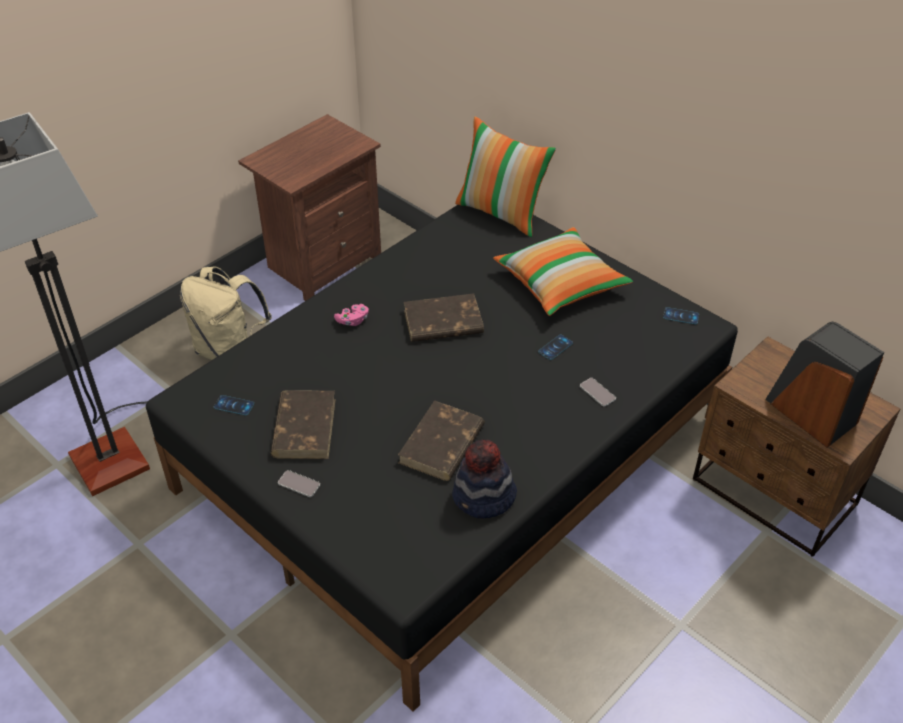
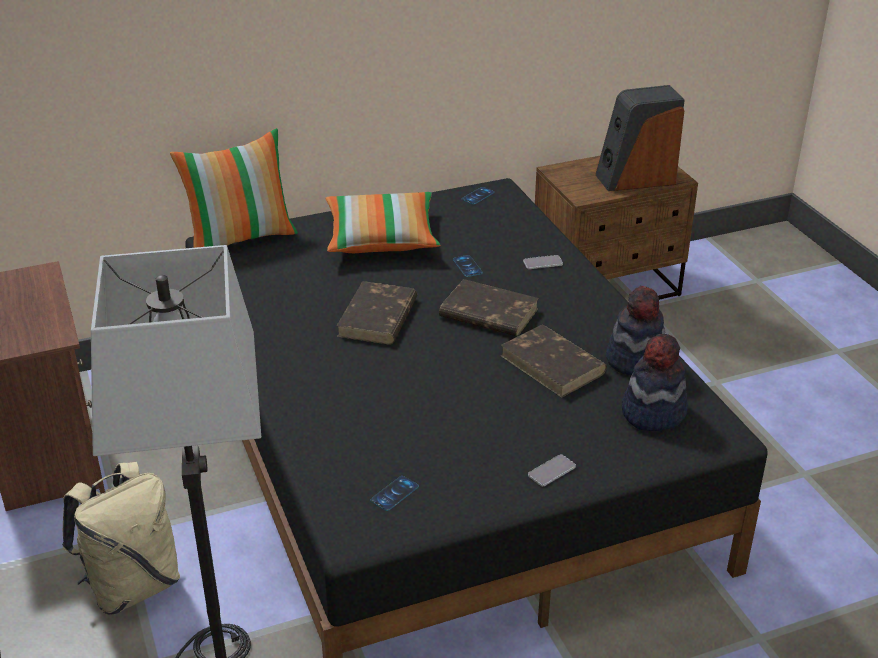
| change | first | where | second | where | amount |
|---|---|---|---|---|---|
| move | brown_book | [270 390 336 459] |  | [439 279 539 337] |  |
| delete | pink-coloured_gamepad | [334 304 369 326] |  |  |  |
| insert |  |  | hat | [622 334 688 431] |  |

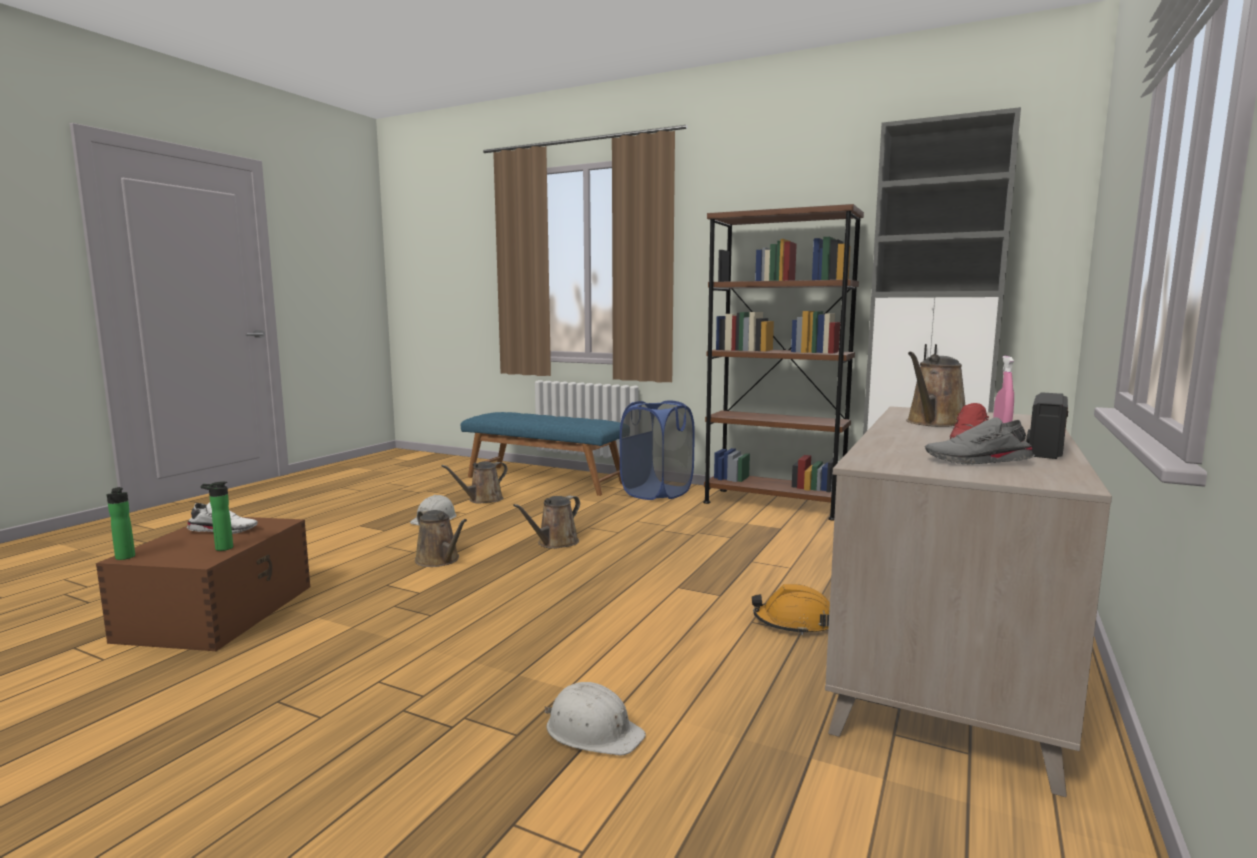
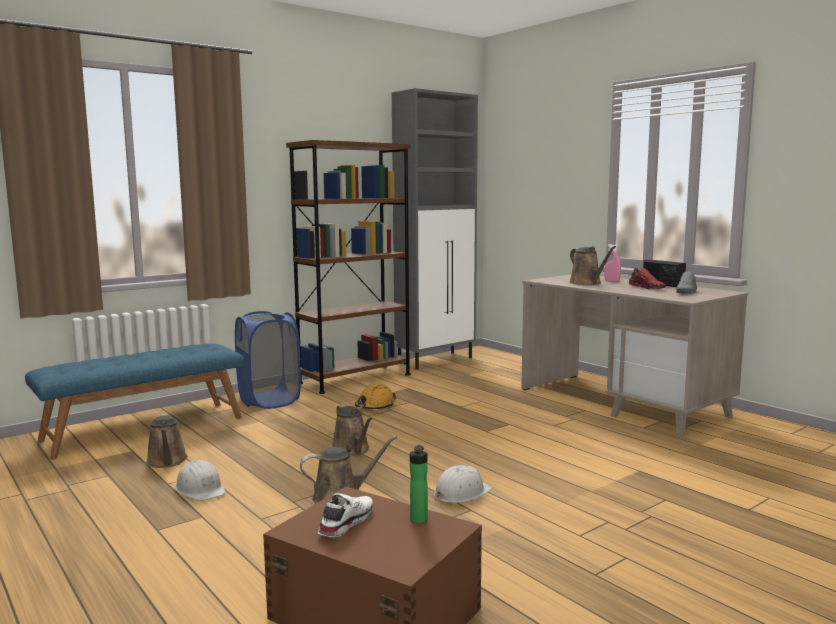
| change | first | where | second | where | amount |
|---|---|---|---|---|---|
| delete | beverage_bottle | [107 487 135 560] |  |  |  |
| move | whitish_hard_hat | [545 682 646 756] |  | [434 465 492 503] |  |
| move | orange-coloured_hard_hat | [751 584 830 635] |  | [355 383 396 409] |  |

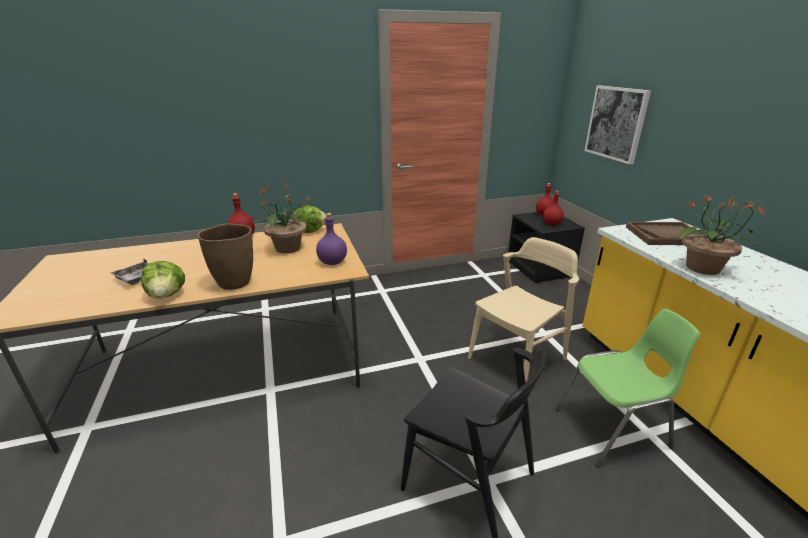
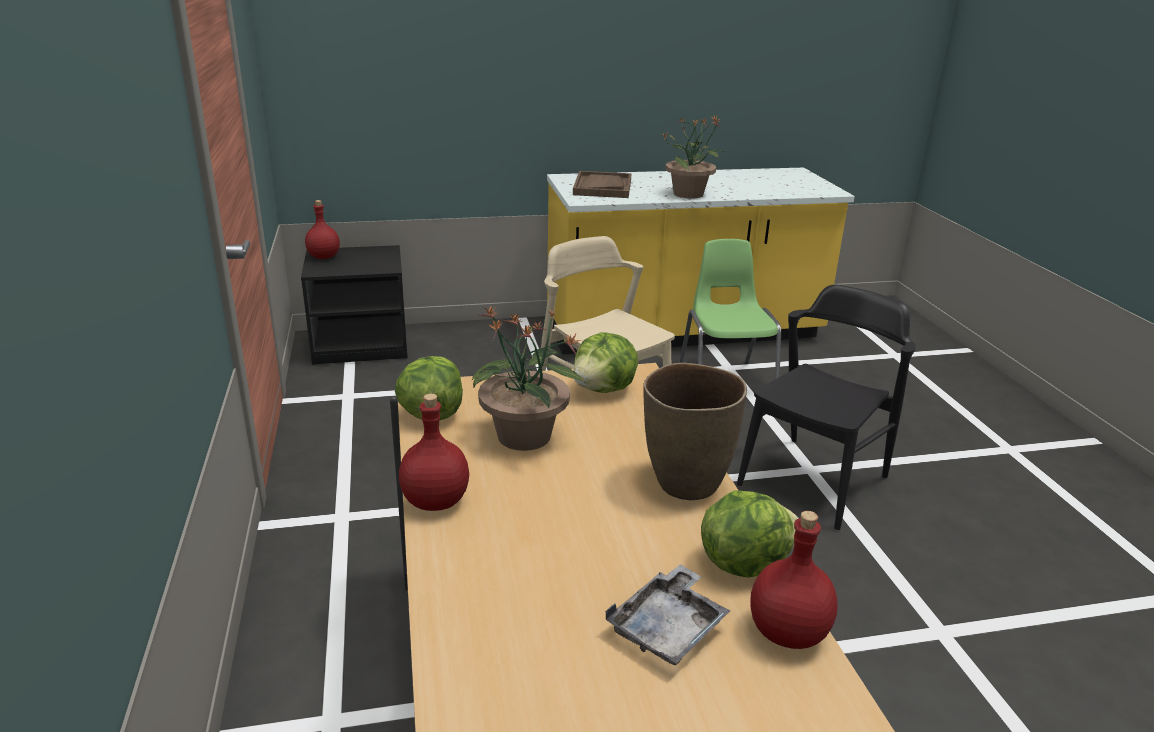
| change | first | where | second | where | amount |
|---|---|---|---|---|---|
| replace | purplish_beverage_bottle | [316 213 347 265] | head_of_lettuce | [573 332 638 393] |  |
| move | reddish_beverage_bottle | [543 191 564 225] |  | [750 511 838 649] |  |
| delete | wall_art | [585 85 651 164] |  |  |  |

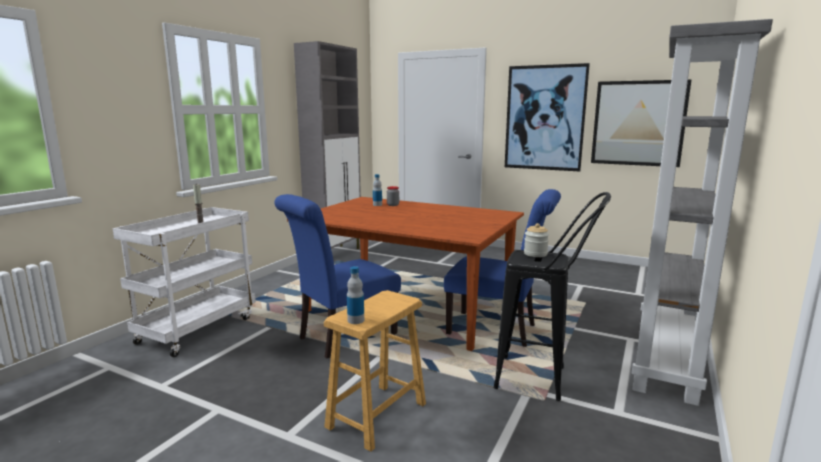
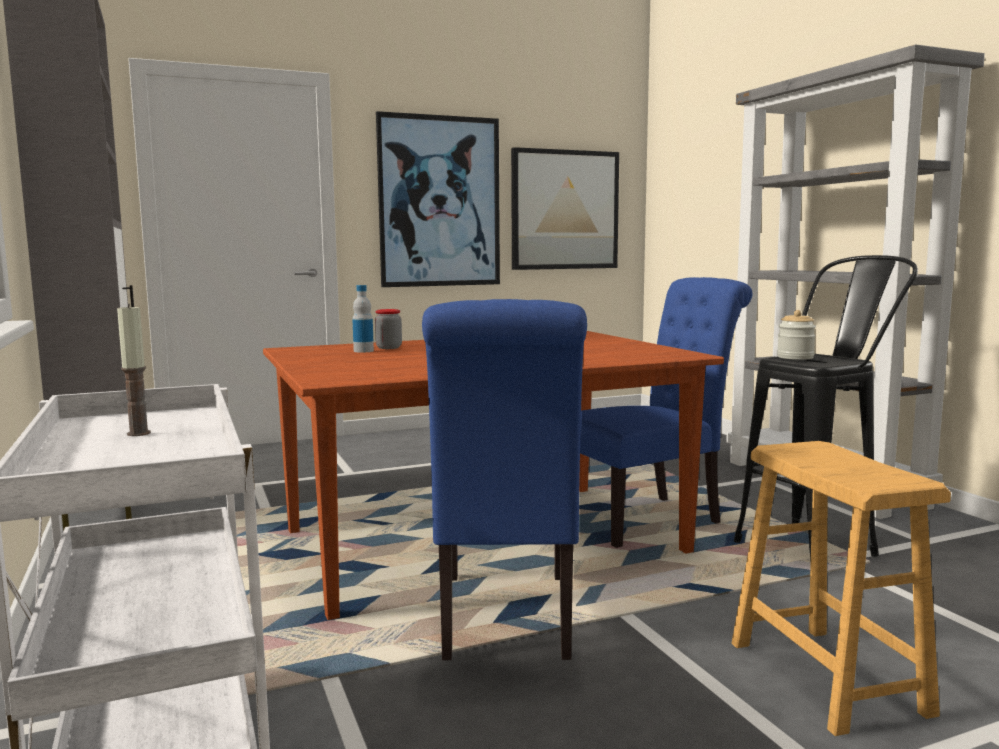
| change | first | where | second | where | amount |
|---|---|---|---|---|---|
| delete | beverage_bottle | [347 266 364 324] |  |  |  |

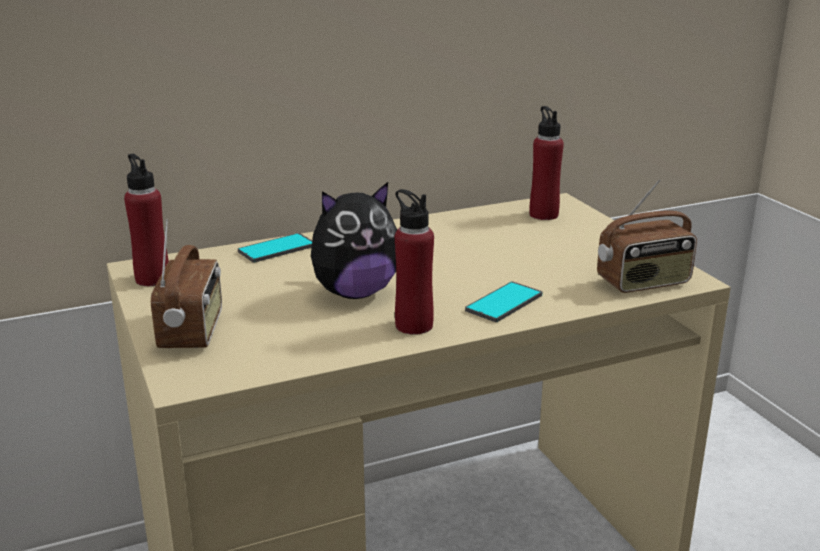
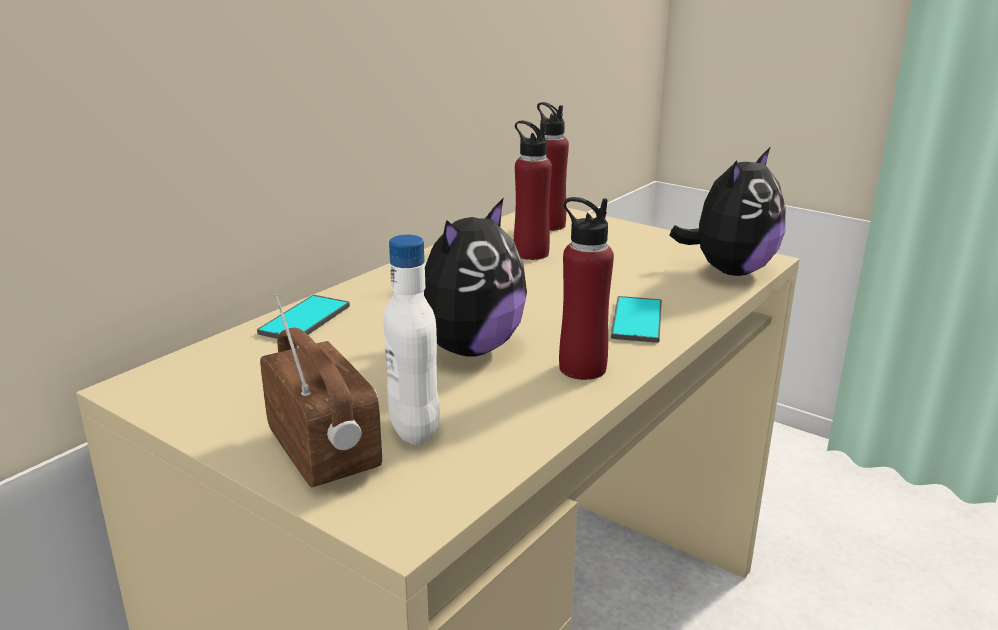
| change | first | where | second | where | amount |
|---|---|---|---|---|---|
| move | reddish_beverage_bottle | [124 154 169 286] |  | [514 121 552 260] |  |
| replace | radio_receiver | [597 179 697 293] | cuddly_toy | [669 146 785 276] |  |
| insert |  |  | whitish_beverage_bottle | [384 235 440 445] |  |

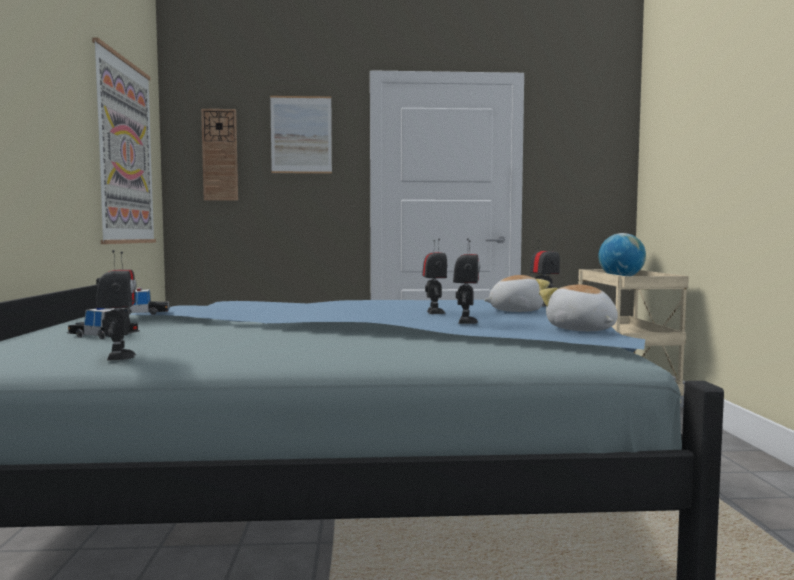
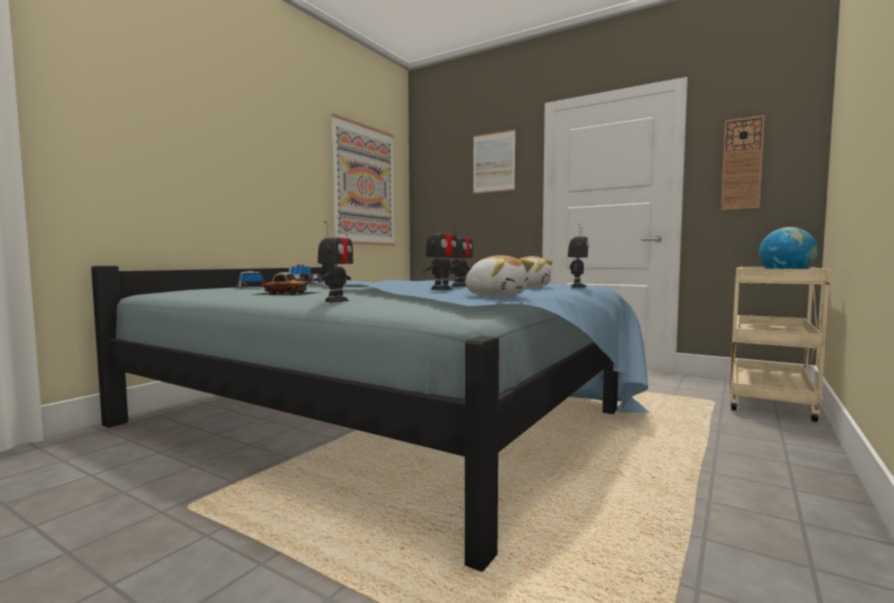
| change | first | where | second | where | amount |
|---|---|---|---|---|---|
| move | model_robot | [96 250 136 361] |  | [318 221 353 302] |  |
| move | wall_clock | [201 109 238 201] |  | [721 115 765 210] |  |
| rotate | cuddly_toy | [539 284 618 331] |  | [466 255 534 297] | 120 degrees clockwise |
| insert |  |  | miniature_car | [251 272 321 296] |  |

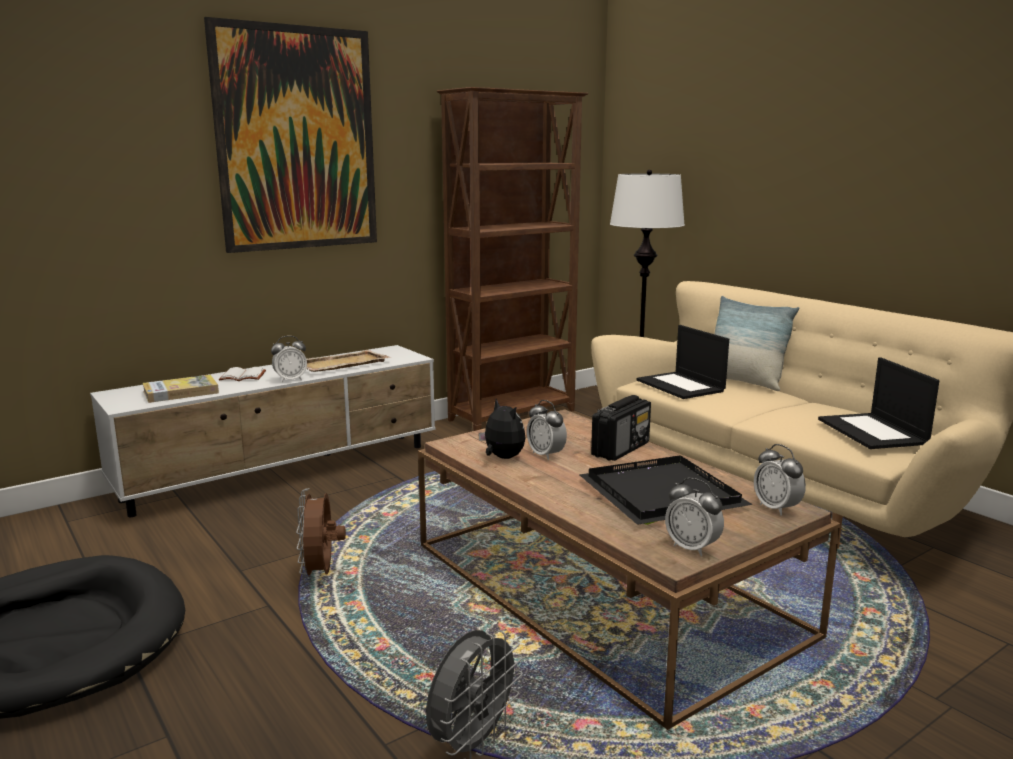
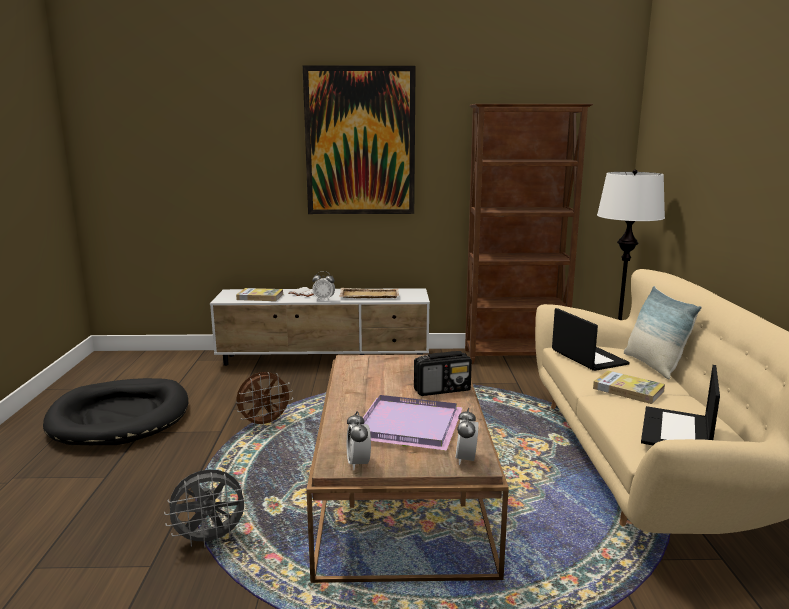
| change | first | where | second | where | amount |
|---|---|---|---|---|---|
| rotate | brown_electric_fan | [296 488 346 582] |  | [236 372 293 428] | 150 degrees counterclockwise |
| delete | cuddly_toy | [479 399 526 459] |  |  |  |
| delete | alarm_clock | [527 400 567 460] |  |  |  |
| recolor | black_carrying_tray | [579 455 753 525] | purplish_carrying_tray | [363 395 463 451] |  |
| rotate | laptop | [637 325 729 399] |  | [552 308 630 371] | 150 degrees clockwise |
| insert |  |  | book | [593 371 665 404] |  |

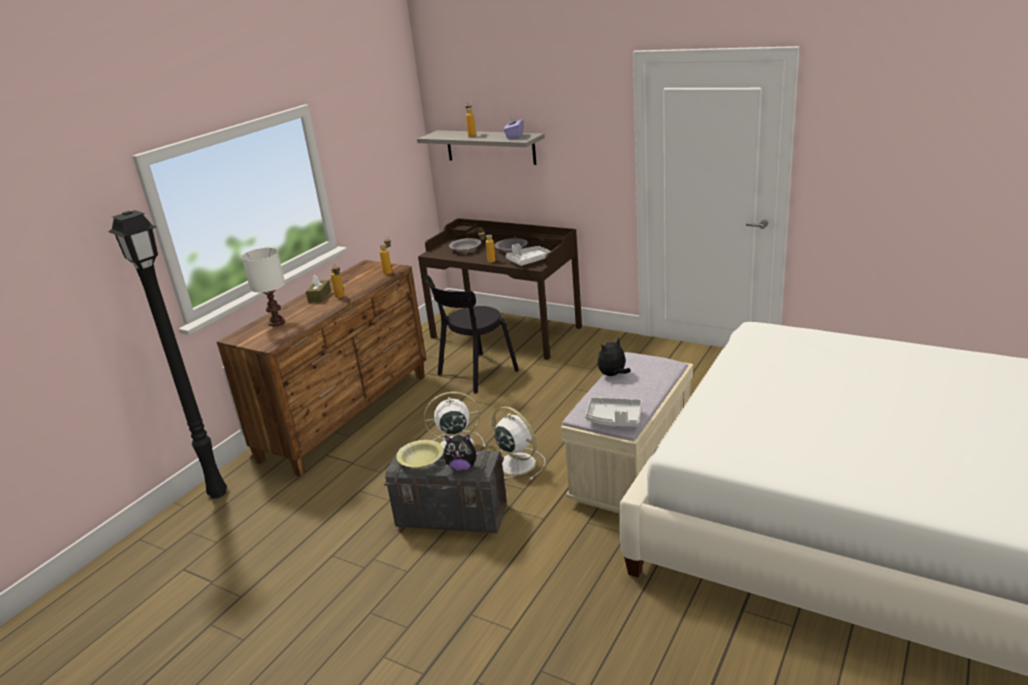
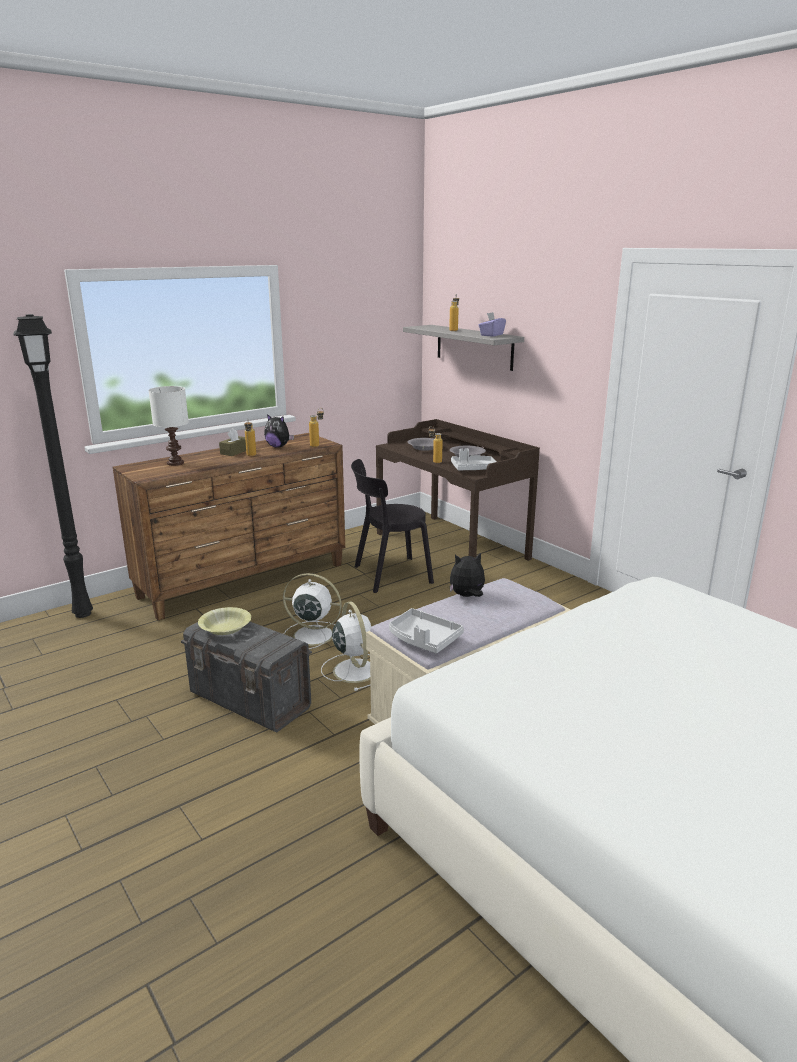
| change | first | where | second | where | amount |
|---|---|---|---|---|---|
| move | cuddly_toy | [444 435 480 471] |  | [264 414 294 448] |  |

